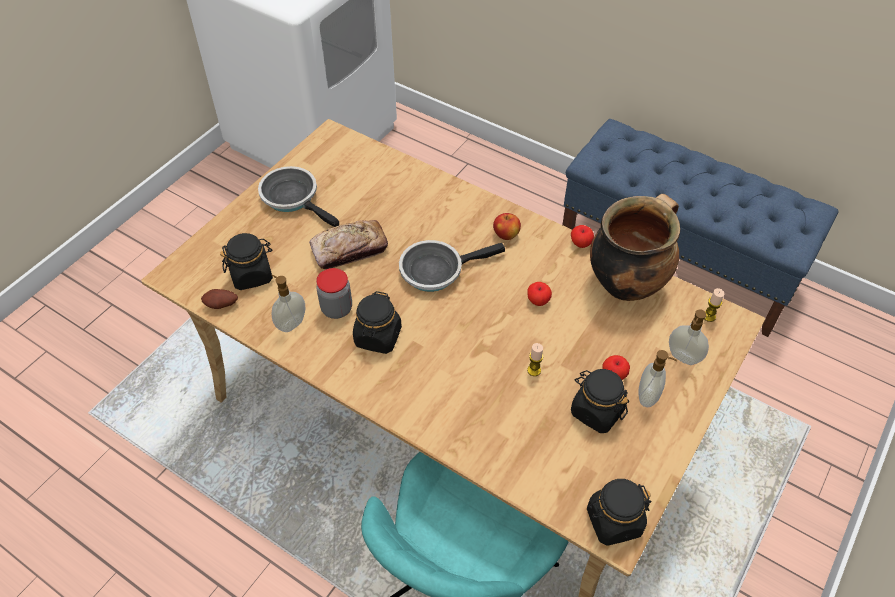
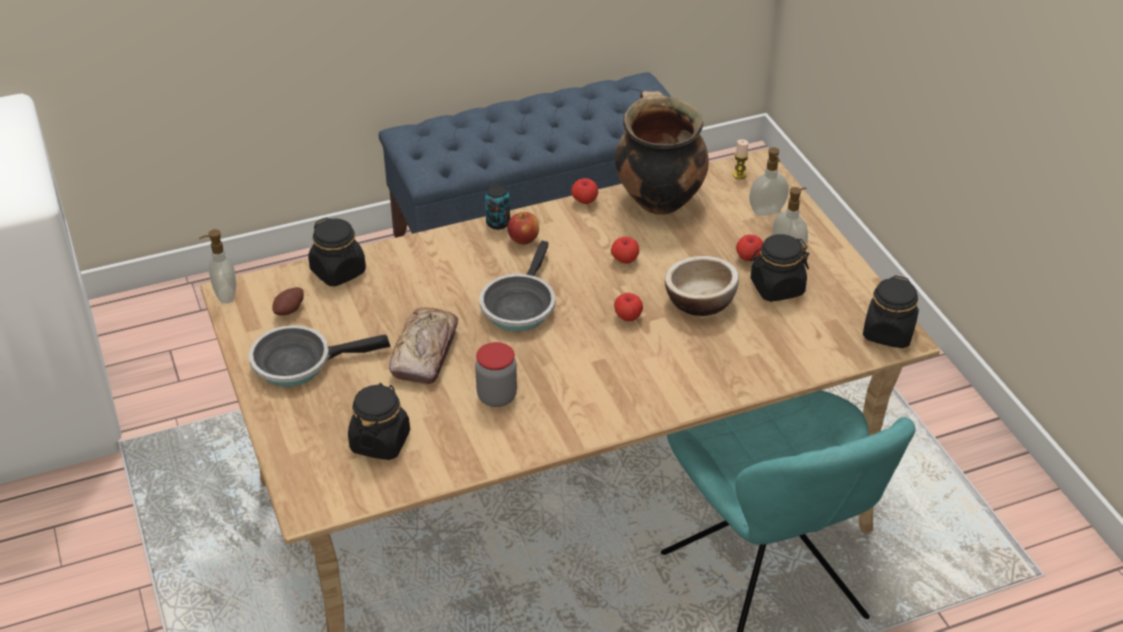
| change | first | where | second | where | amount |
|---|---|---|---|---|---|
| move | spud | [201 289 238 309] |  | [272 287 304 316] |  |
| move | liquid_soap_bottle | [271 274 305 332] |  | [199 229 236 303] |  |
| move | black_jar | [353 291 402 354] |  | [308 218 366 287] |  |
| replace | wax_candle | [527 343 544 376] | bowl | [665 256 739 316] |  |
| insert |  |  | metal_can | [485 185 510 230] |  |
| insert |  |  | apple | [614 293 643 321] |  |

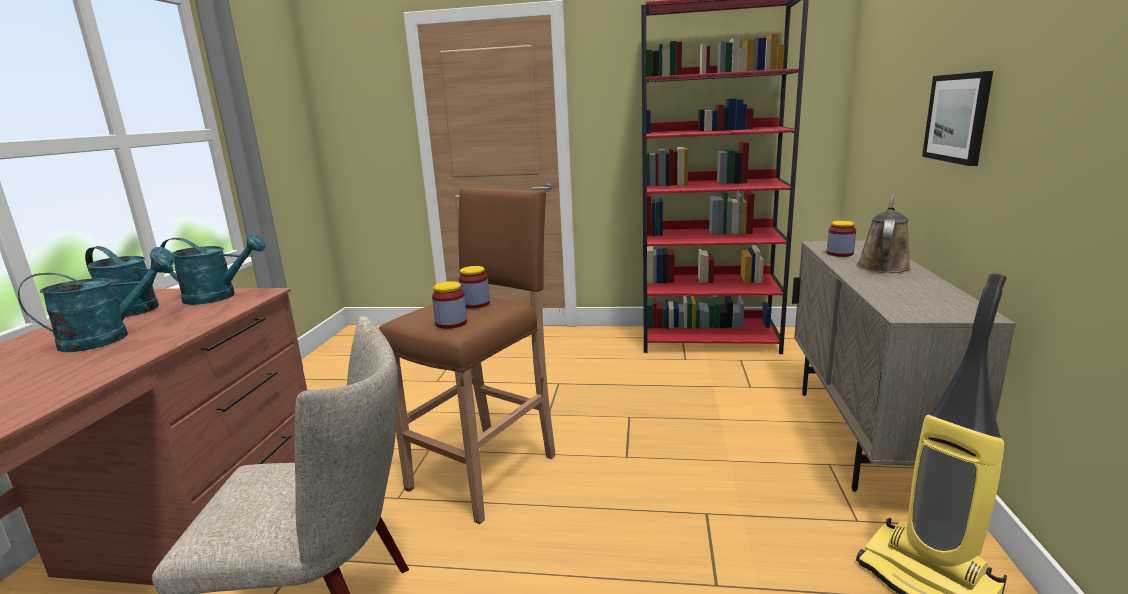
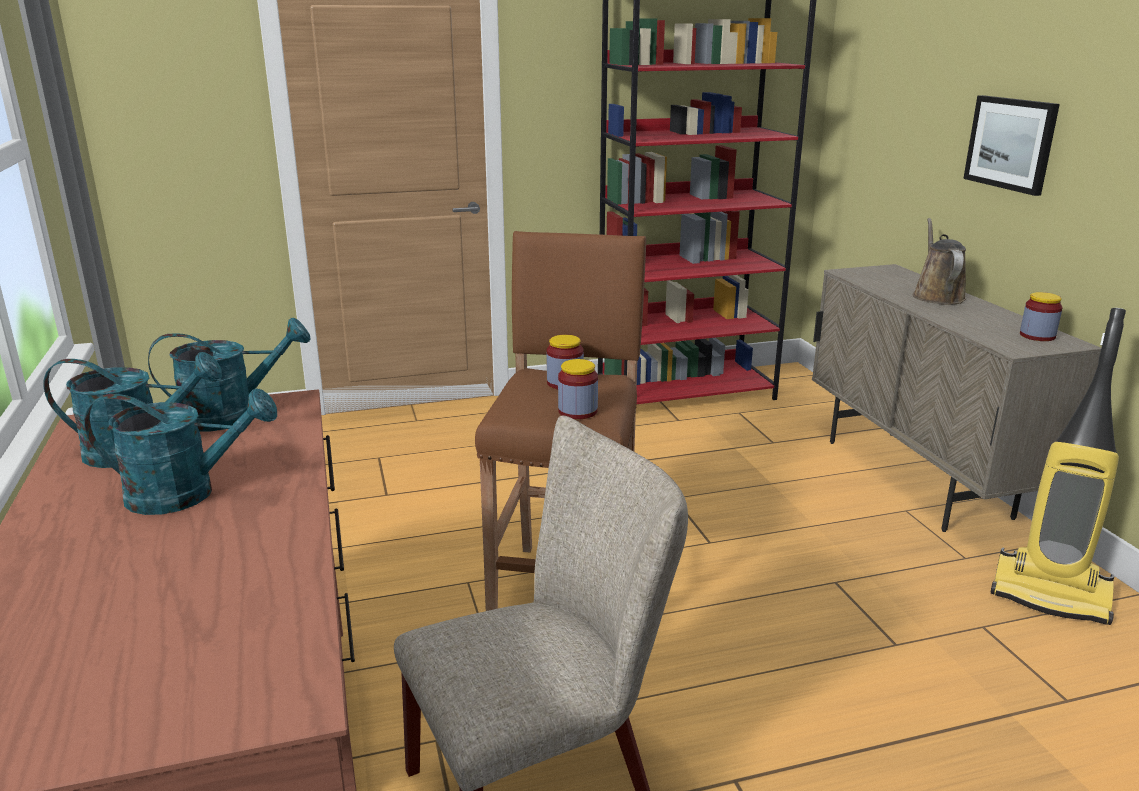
| change | first | where | second | where | amount |
|---|---|---|---|---|---|
| rotate | turquoise-coloured_watering_can | [18 254 173 352] |  | [84 388 277 515] | 60 degrees clockwise |
| move | jar | [827 221 856 257] |  | [1020 292 1063 341] |  |

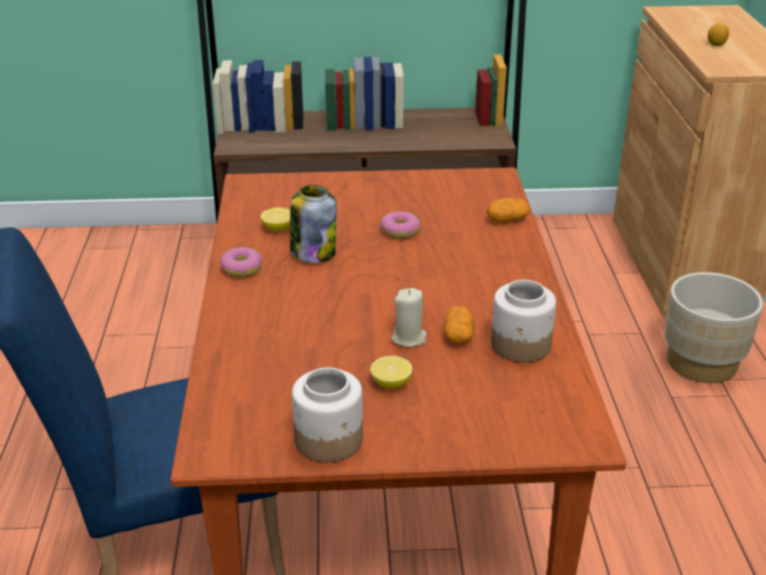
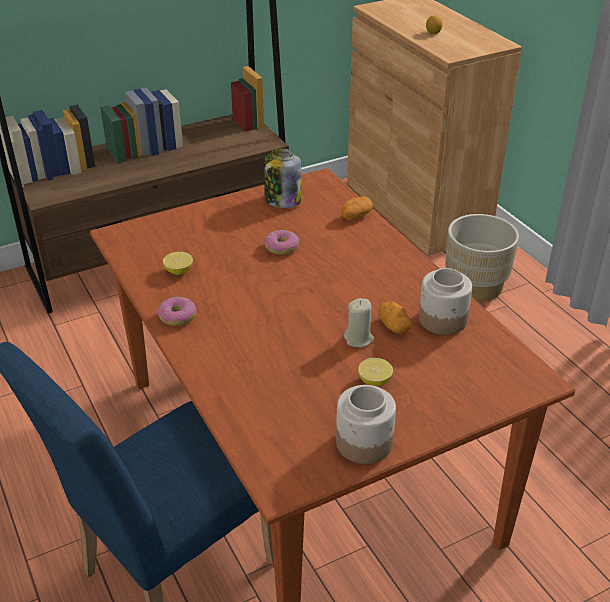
| change | first | where | second | where | amount |
|---|---|---|---|---|---|
| move | jar | [290 185 336 263] |  | [264 148 301 208] |  |

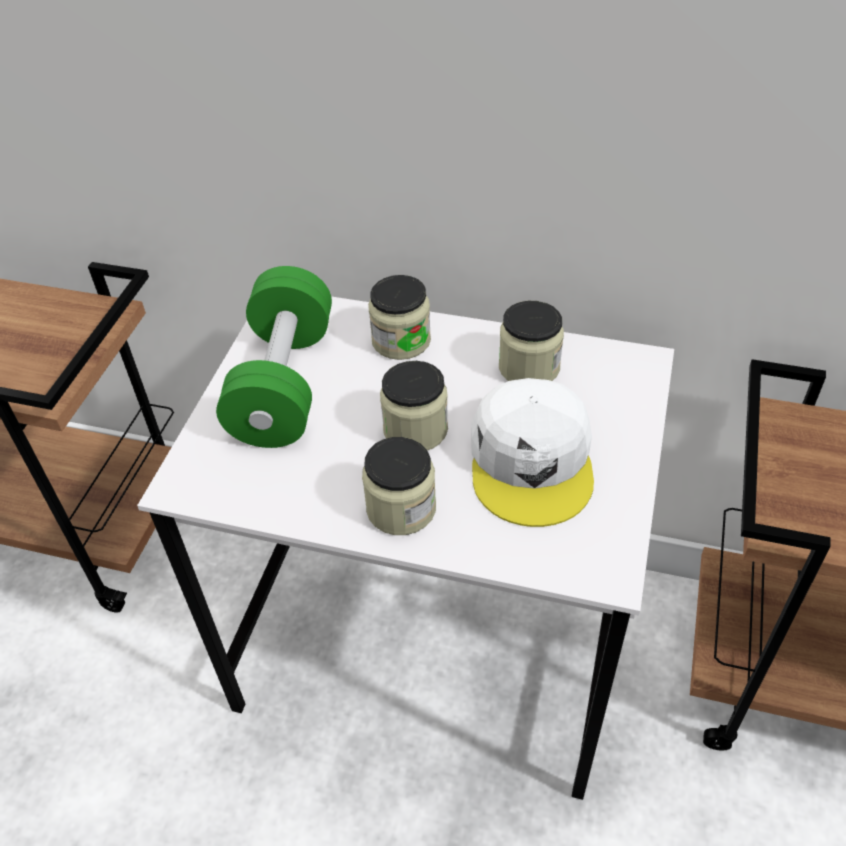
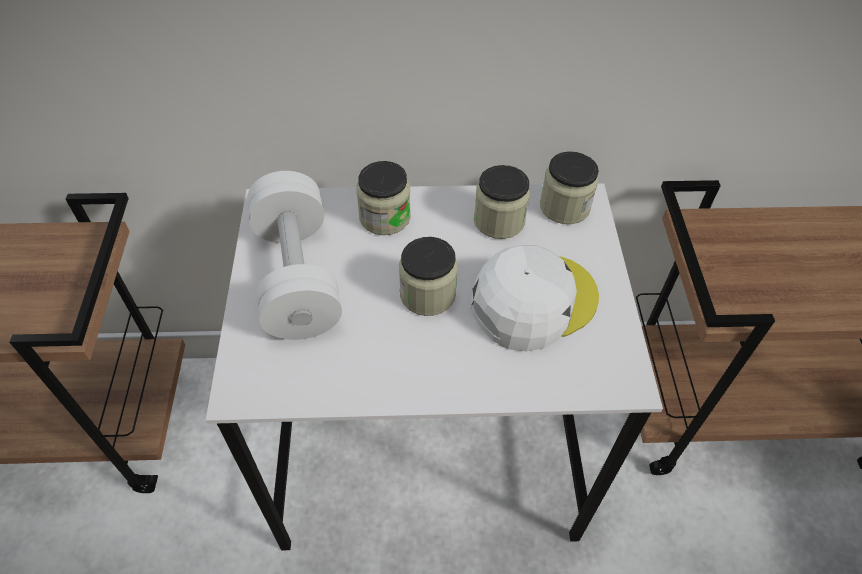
| change | first | where | second | where | amount |
|---|---|---|---|---|---|
| recolor | green-coloured_free_weight | [216 266 332 448] | whitish_free_weight | [247 171 342 340] |  |
| move | jar | [362 437 436 535] |  | [540 151 599 224] |  |
| rotate | whitish_peaked_cap | [471 378 594 527] |  | [470 245 599 352] | 105 degrees counterclockwise |

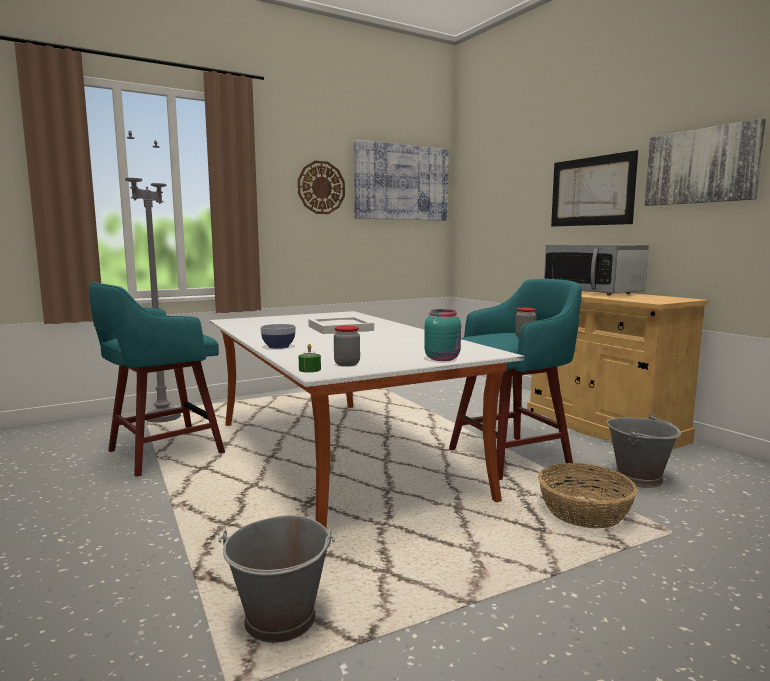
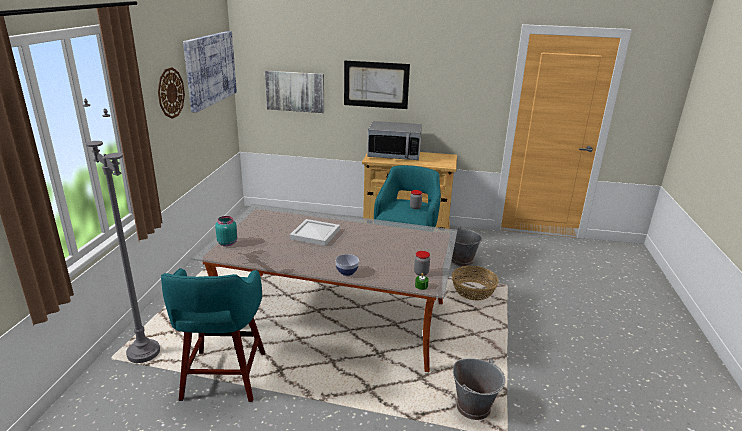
| change | first | where | second | where | amount |
|---|---|---|---|---|---|
| move | turquoise-coloured_jar | [424 309 461 361] |  | [215 216 238 246] |  |
| move | wall_art | [645 118 766 206] |  | [265 71 324 113] |  |

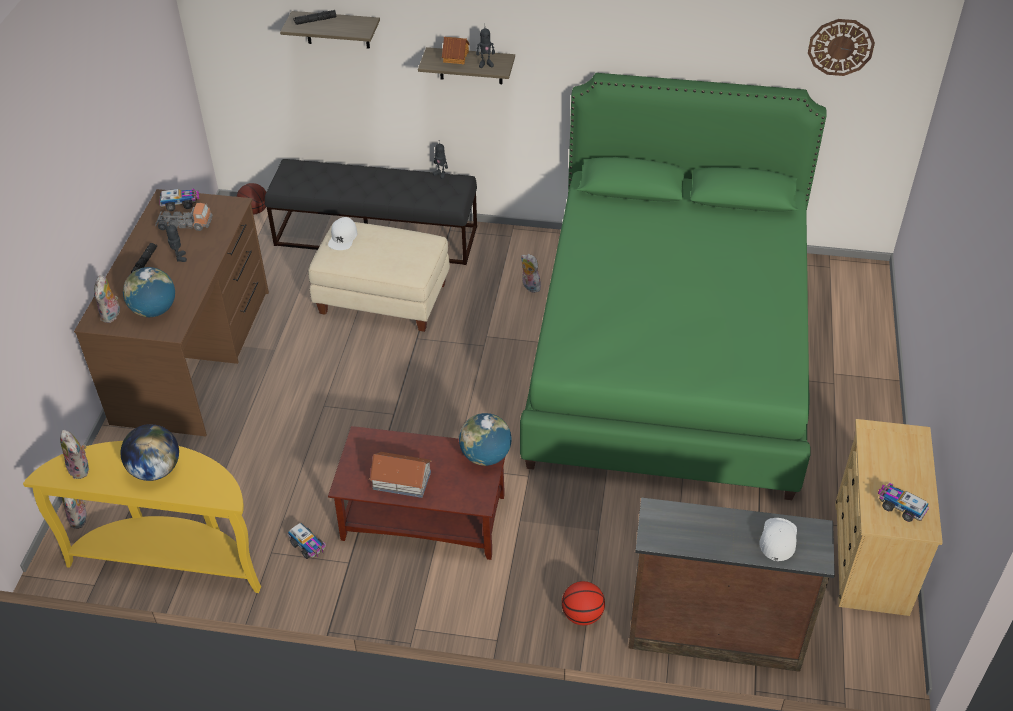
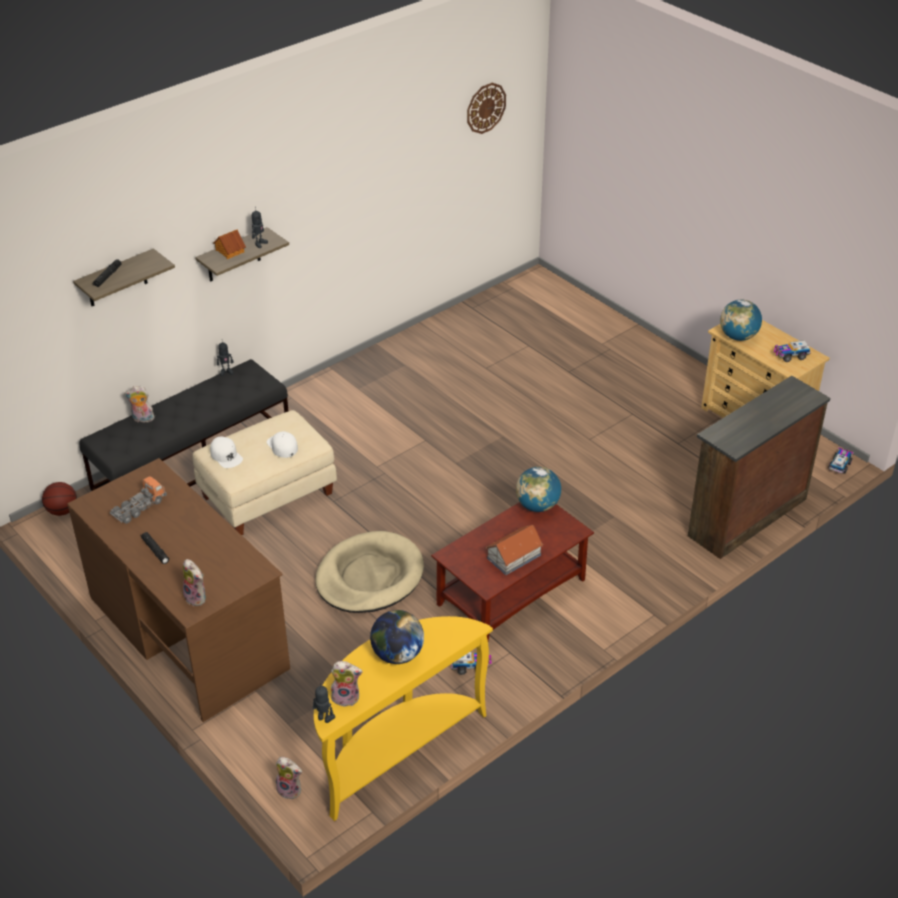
| change | first | where | second | where | amount |
|---|---|---|---|---|---|
| move | world_globe | [123 267 175 317] |  | [720 300 762 341] |  |
| move | toy_lorry | [160 188 199 211] |  | [828 447 854 474] |  |
| move | model_robot | [166 221 187 262] |  | [313 683 335 723] |  |
| delete | green-coloured_bed | [520 73 827 500] |  |  |  |
| move | cuddly_toy | [521 254 541 293] |  | [124 386 155 423] |  |
| delete | basketball_ball | [562 581 605 625] |  |  |  |
| move | whitish_peaked_cap | [759 518 797 561] |  | [267 431 298 458] |  |
| insert |  |  | sand-coloured_dog_bed | [315 531 424 613] |  |

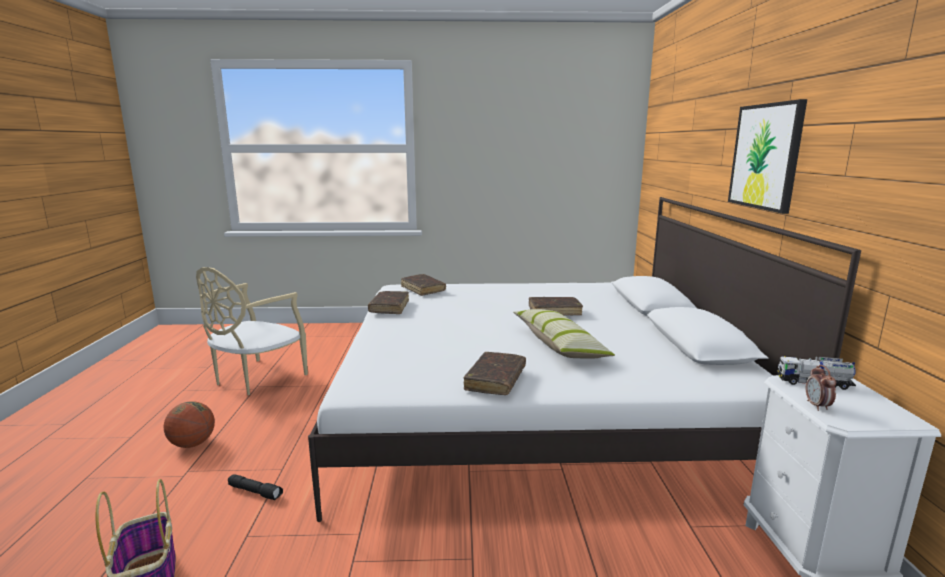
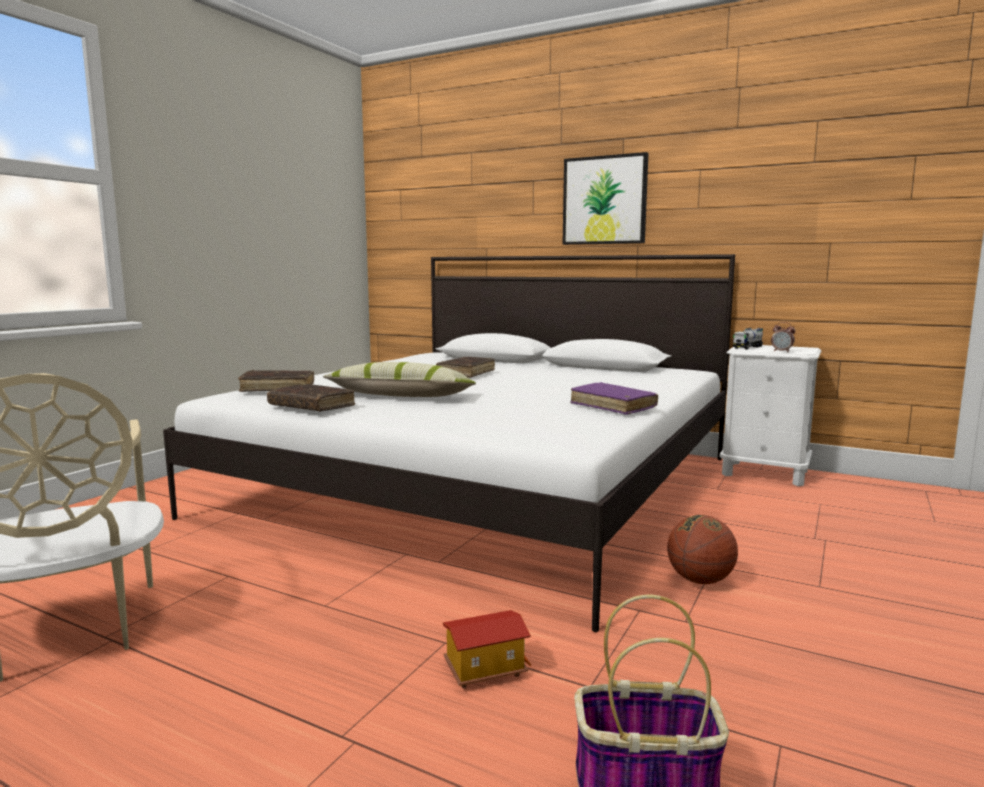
| change | first | where | second | where | amount |
|---|---|---|---|---|---|
| move | basketball_ball | [163 401 215 448] |  | [667 515 738 584] |  |
| replace | black_flashlight | [228 474 283 500] | miniature_house | [443 610 531 688] |  |
| recolor | brown_book | [464 352 526 395] | purplish_book | [570 382 658 415] |  |
| move | cushion | [513 309 615 359] |  | [323 362 476 397] |  |

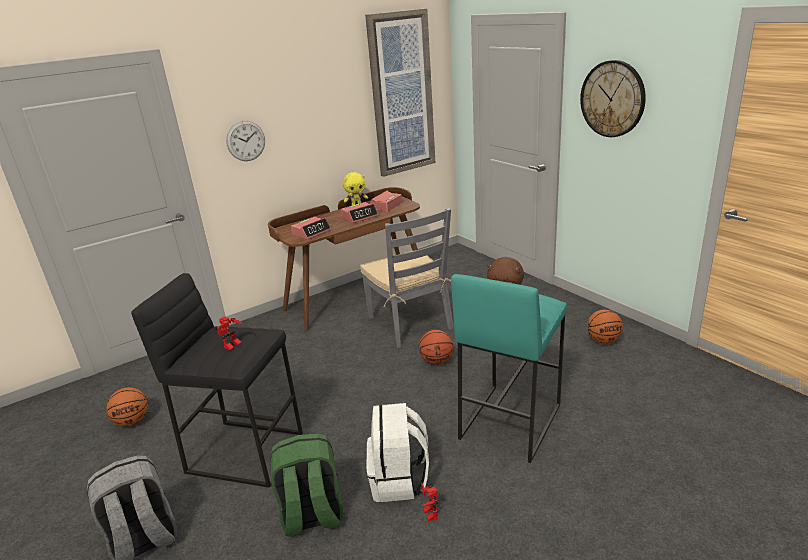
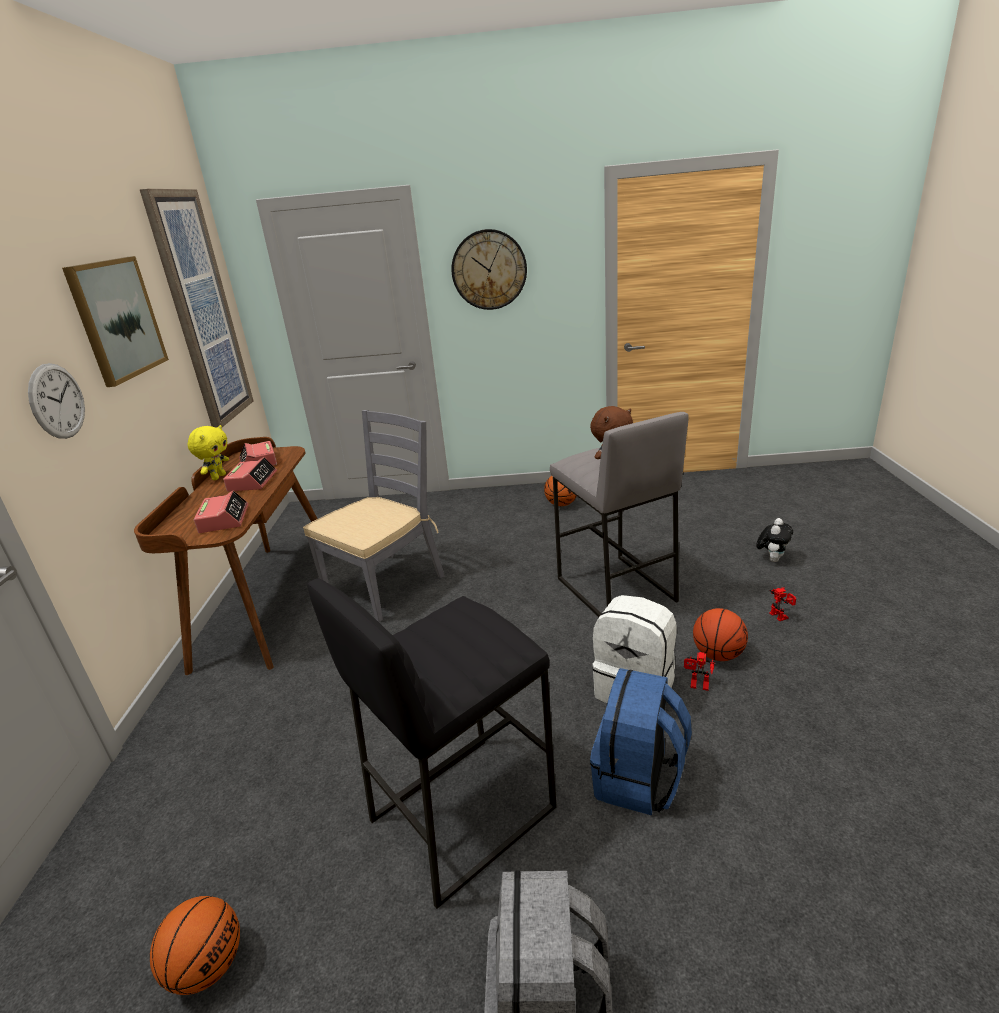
| change | first | where | second | where | amount |
|---|---|---|---|---|---|
| move | model_robot | [215 317 242 350] |  | [769 588 796 621] |  |
| recolor | green-coloured_knapsack | [270 434 343 536] | bluish_knapsack | [590 668 692 815] |  |
| rotate | grey_chair | [360 208 454 348] |  | [303 410 445 622] | 60 degrees counterclockwise |
| move | basketball_ball | [419 330 453 364] |  | [693 608 748 661] |  |
| recolor | turquoise-coloured_stool_seat | [451 274 567 463] | grey_stool_seat | [550 412 689 617] |  |
| insert |  |  | wall_art | [62 256 169 387] |  |
| insert |  |  | cuddly_toy | [756 518 793 562] |  |

